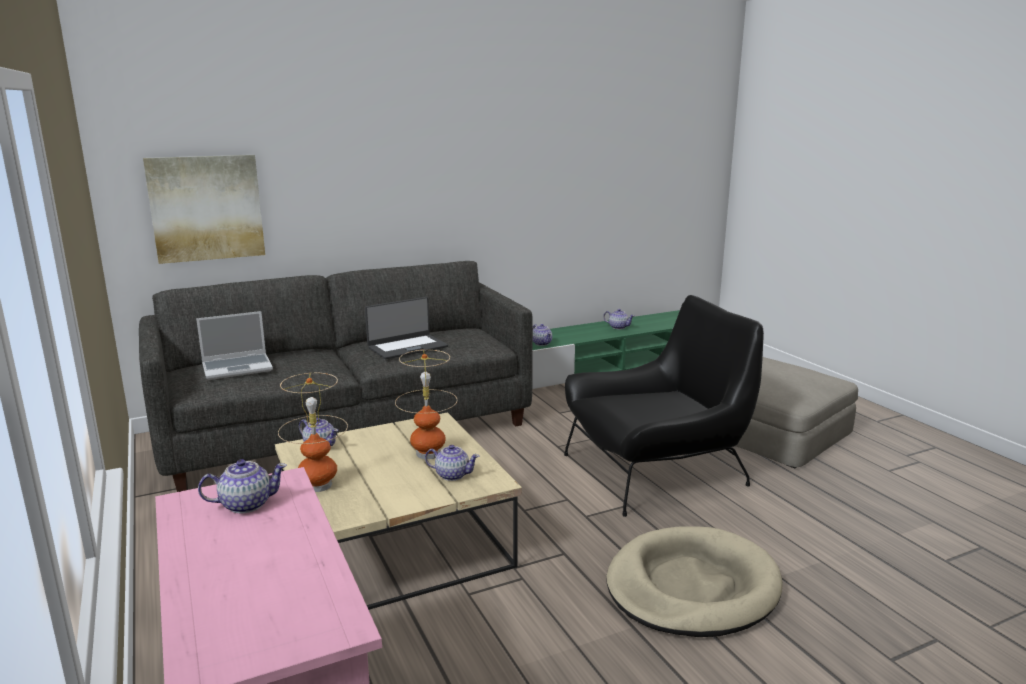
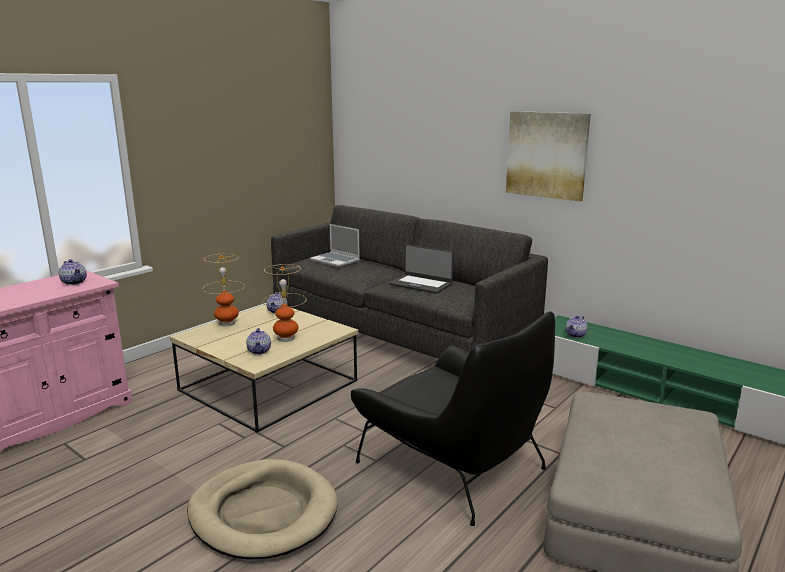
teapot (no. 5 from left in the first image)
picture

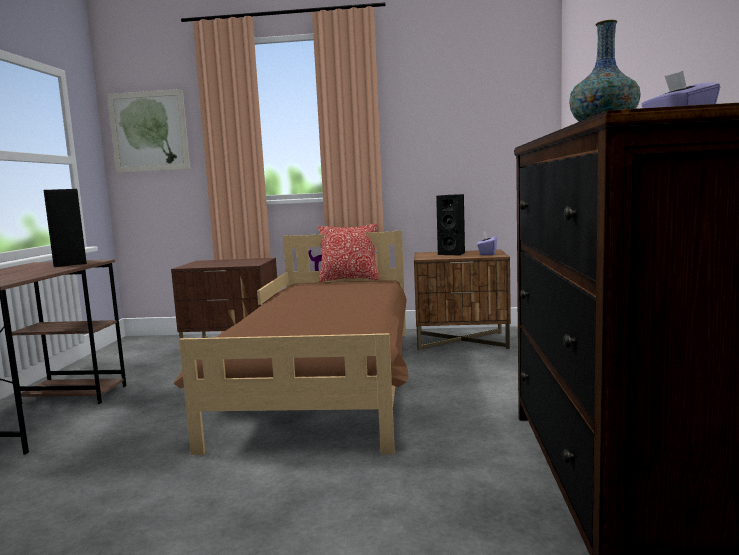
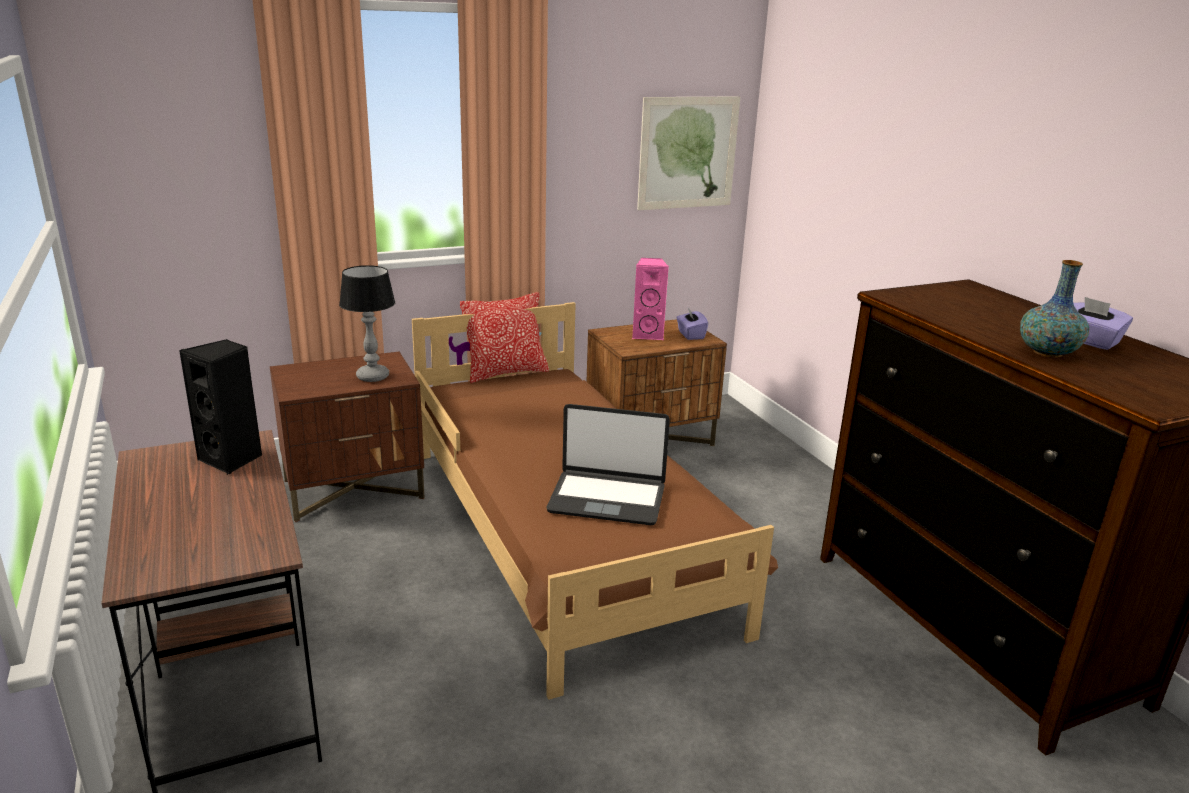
table lamp
laptop
picture
speaker (pink)

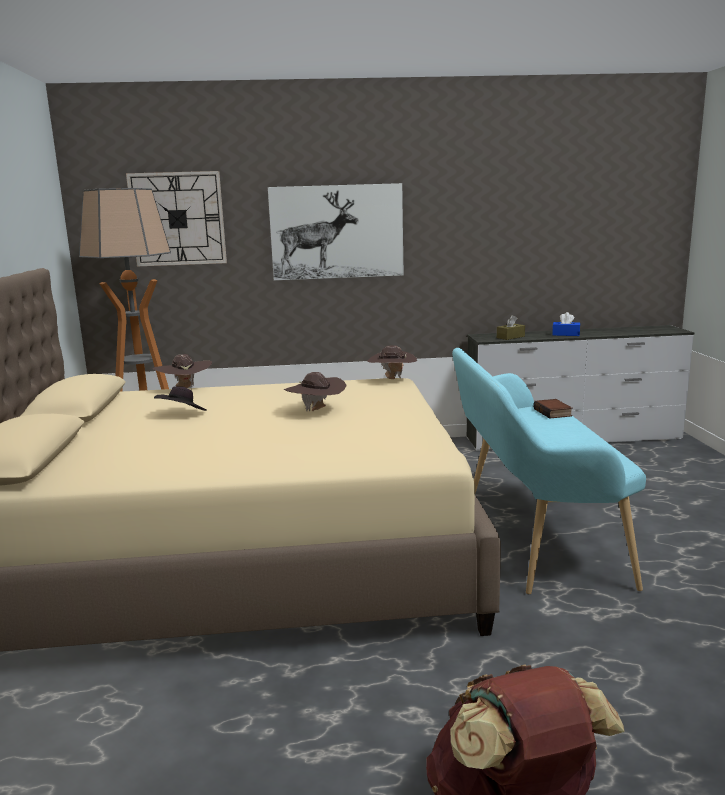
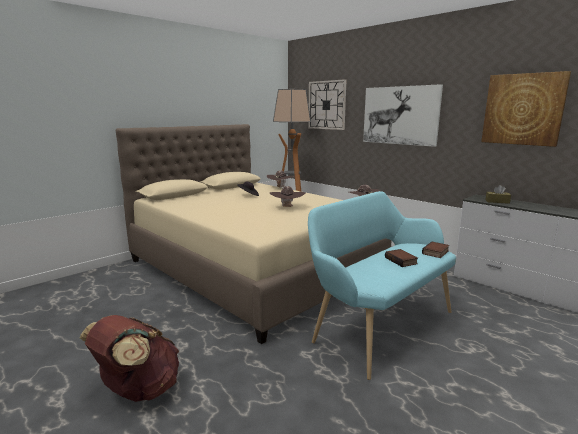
tissue box (blue)
book (no. 1 from left)
picture (no. 2 from left)

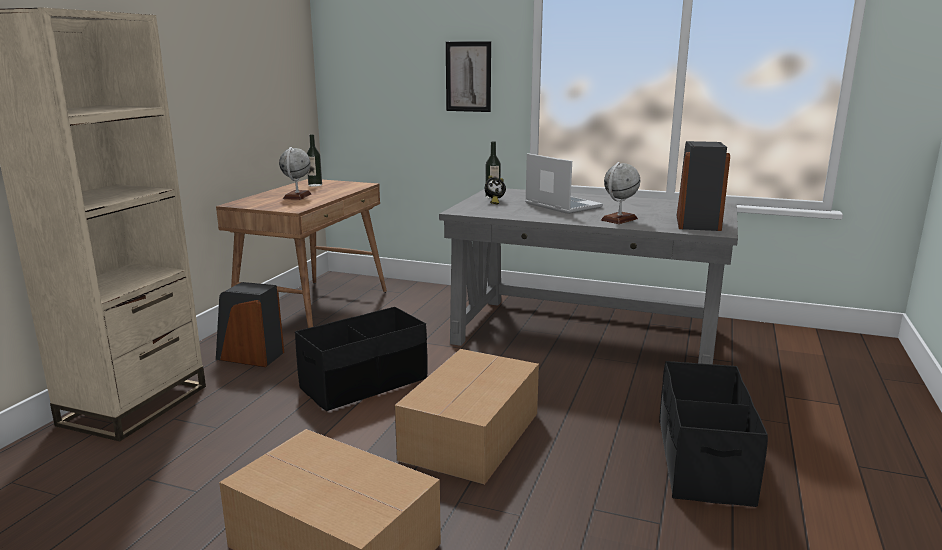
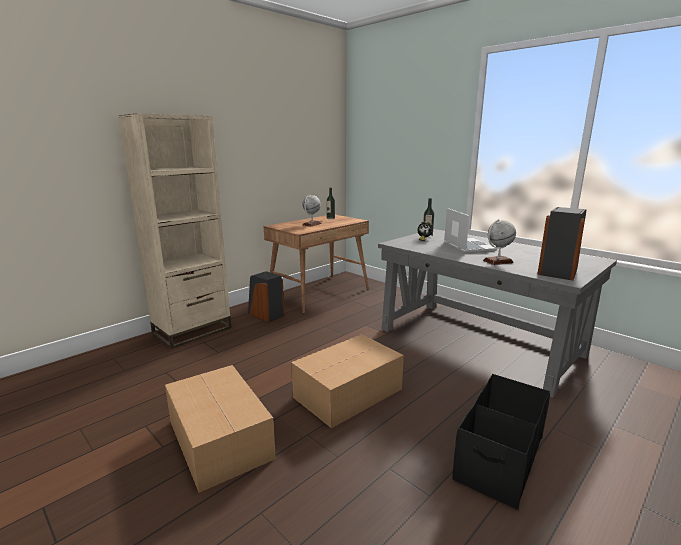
storage box (black) (no. 1 from left in the first image)
picture

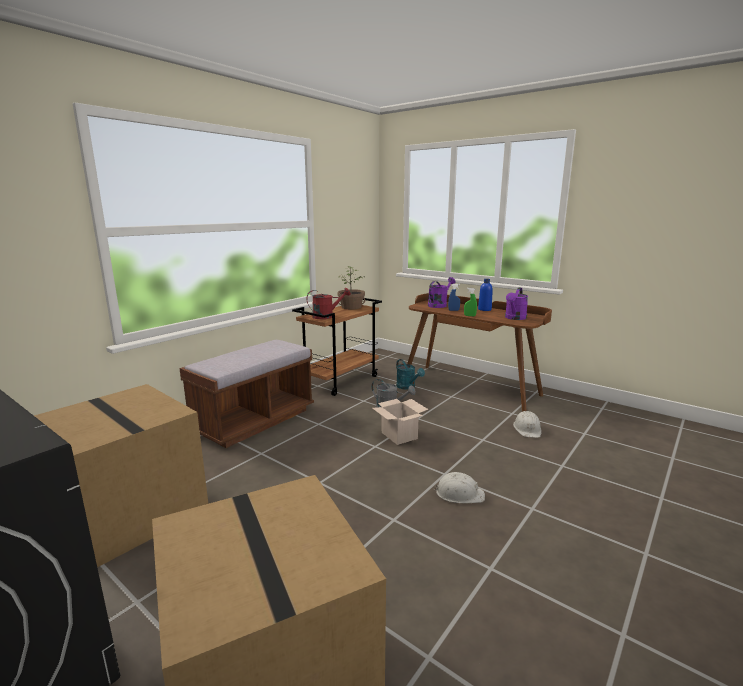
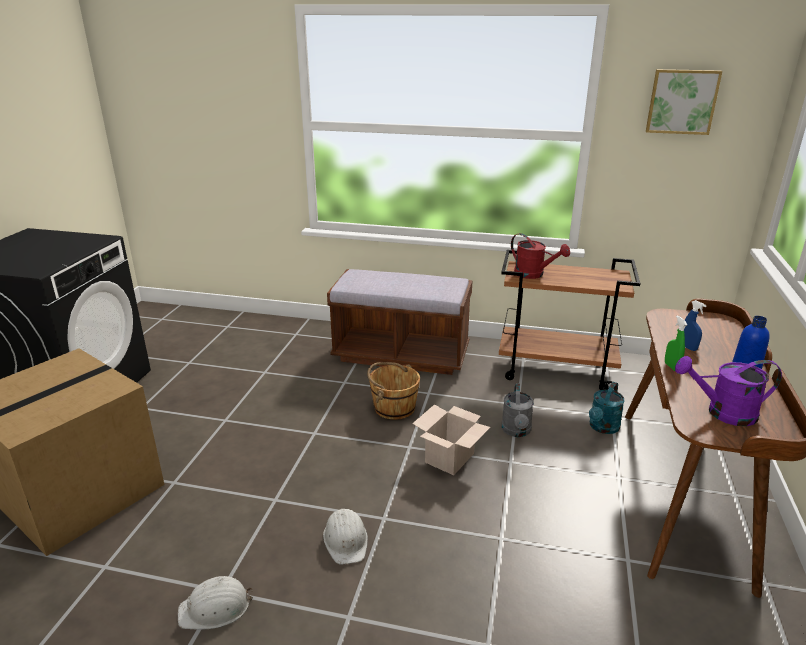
cardboard box (no. 1 from left in the first image)
potted plant
watering can (purple) (no. 1 from left in the first image)
bucket (brown)
picture
hard hat (white) (no. 1 from left)

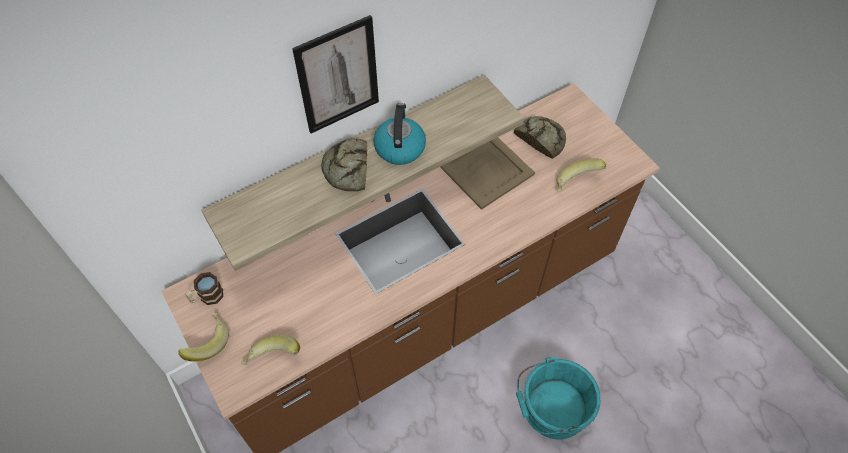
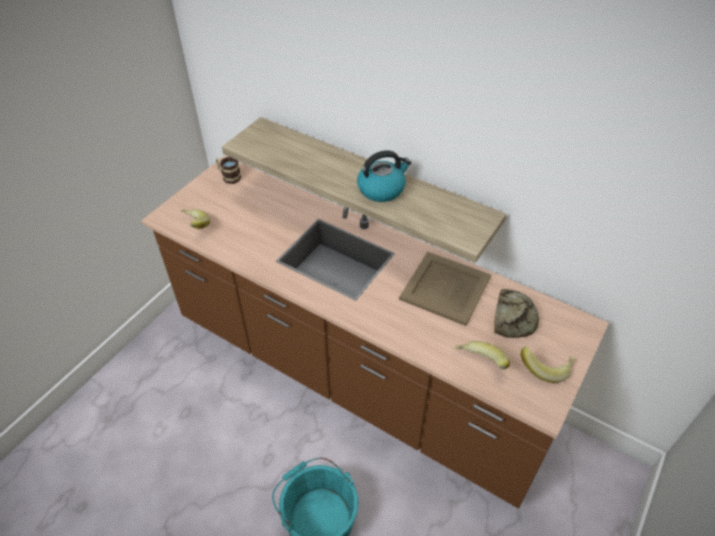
picture
bread (no. 1 from left in the first image)
banana (no. 3 from left)

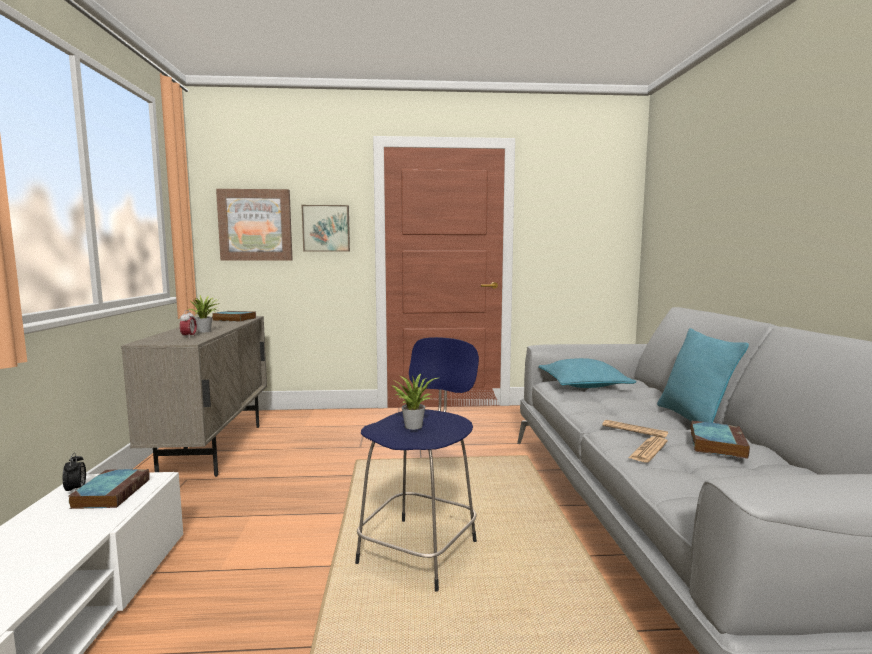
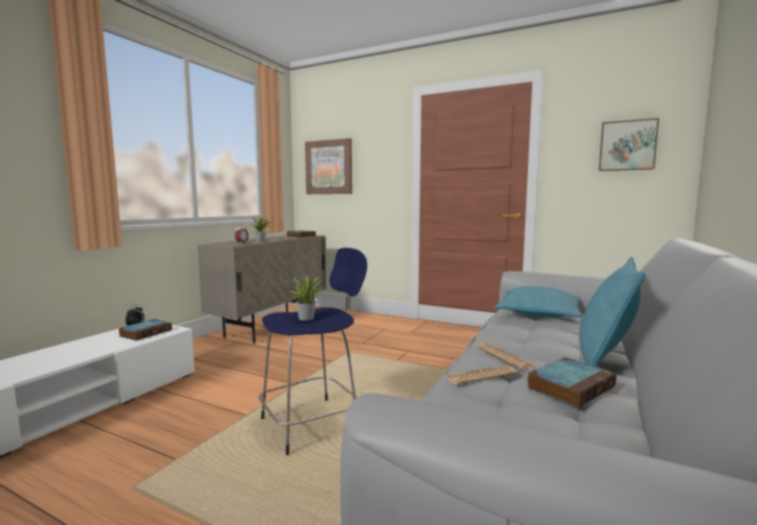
picture (no. 2 from left)

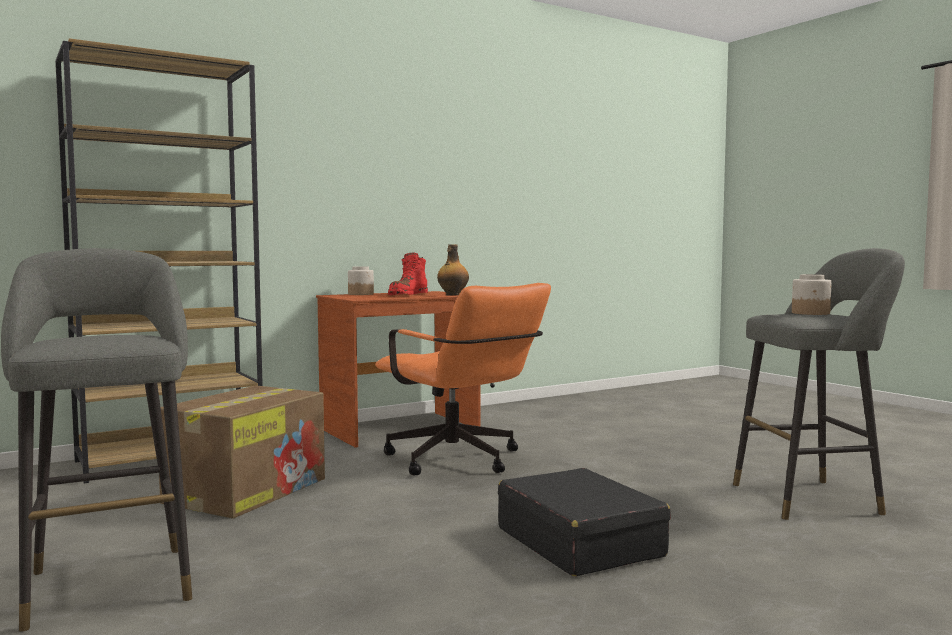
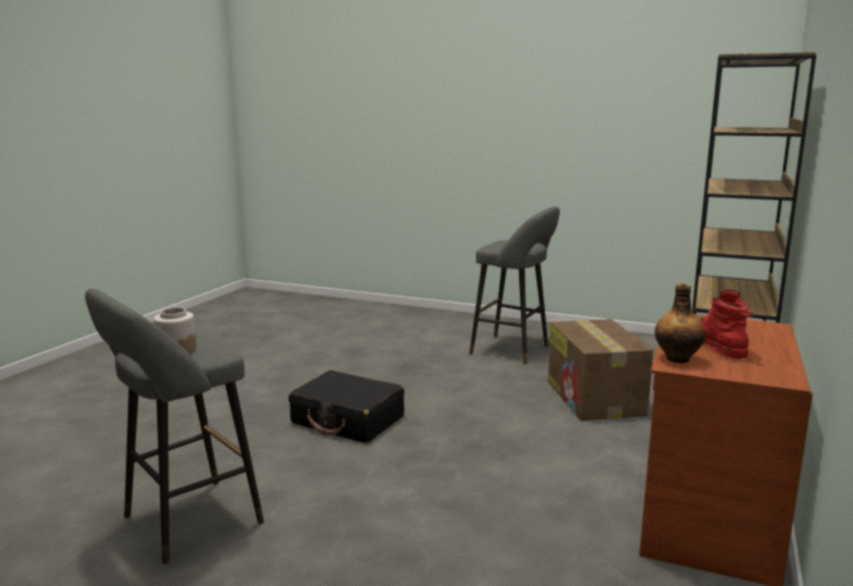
jar (no. 1 from left in the first image)
office chair (orange)

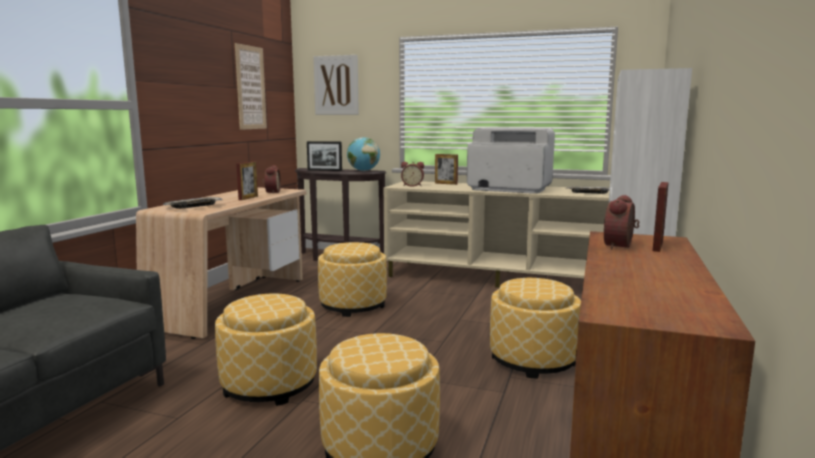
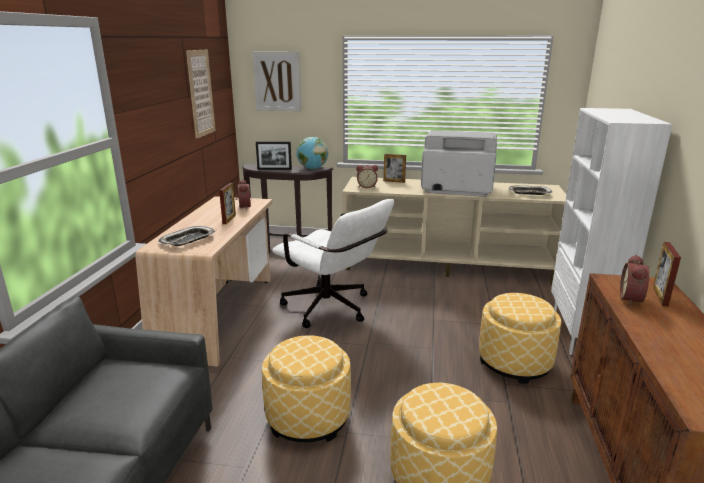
office chair (white)

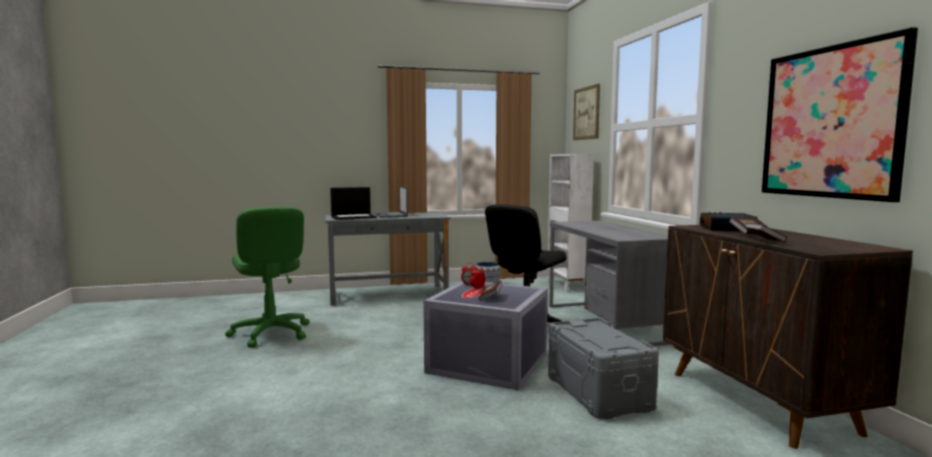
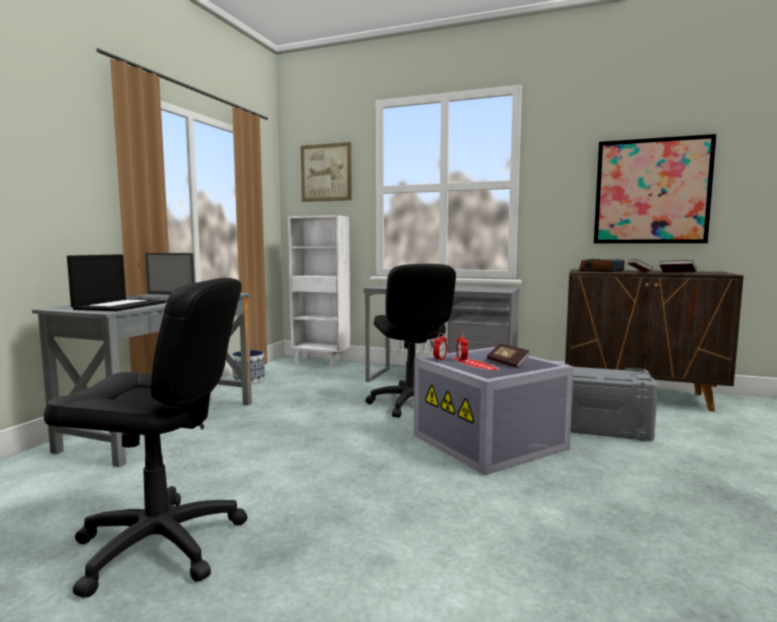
office chair (black) (no. 1 from left)

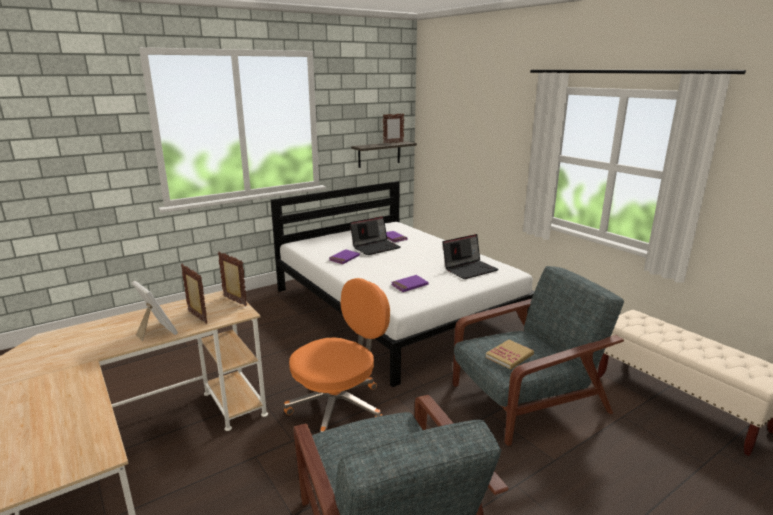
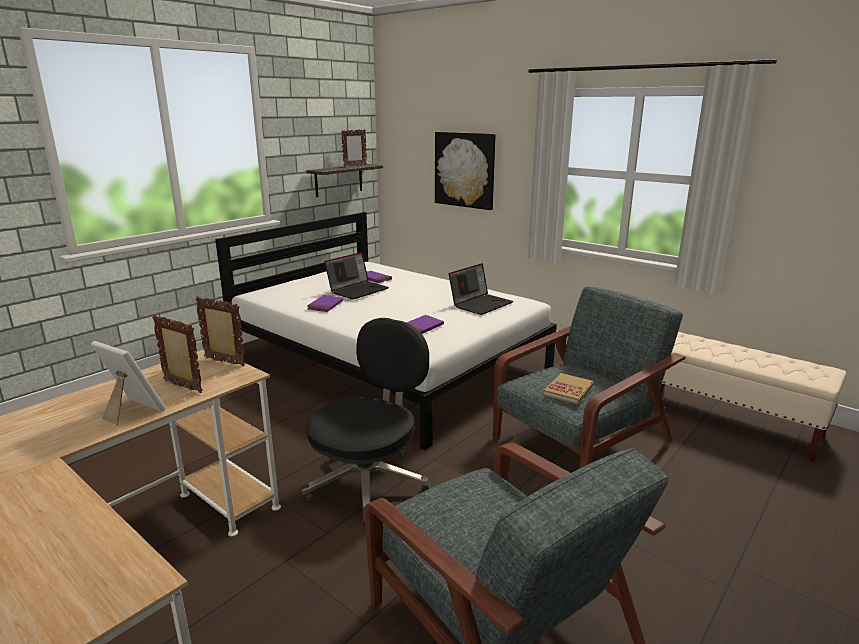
picture
office chair (black)

